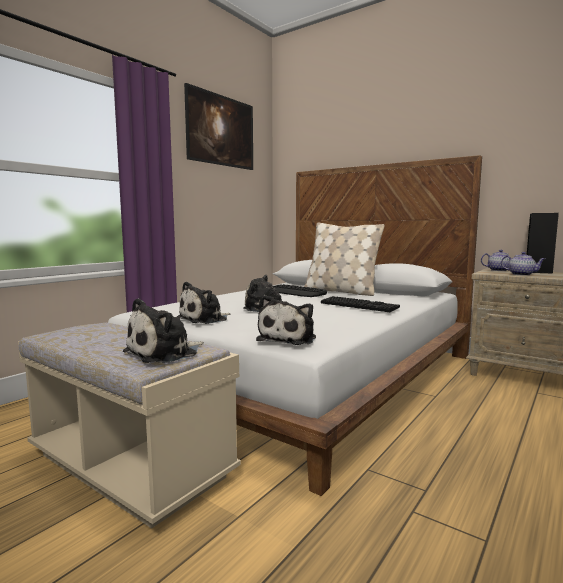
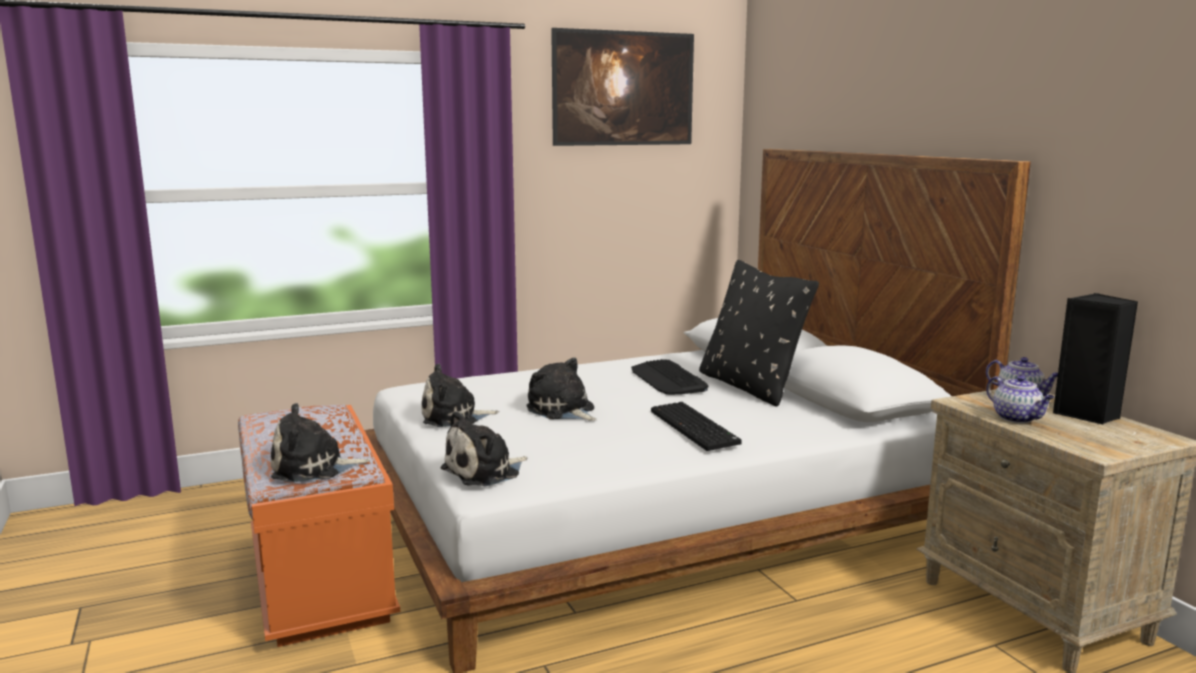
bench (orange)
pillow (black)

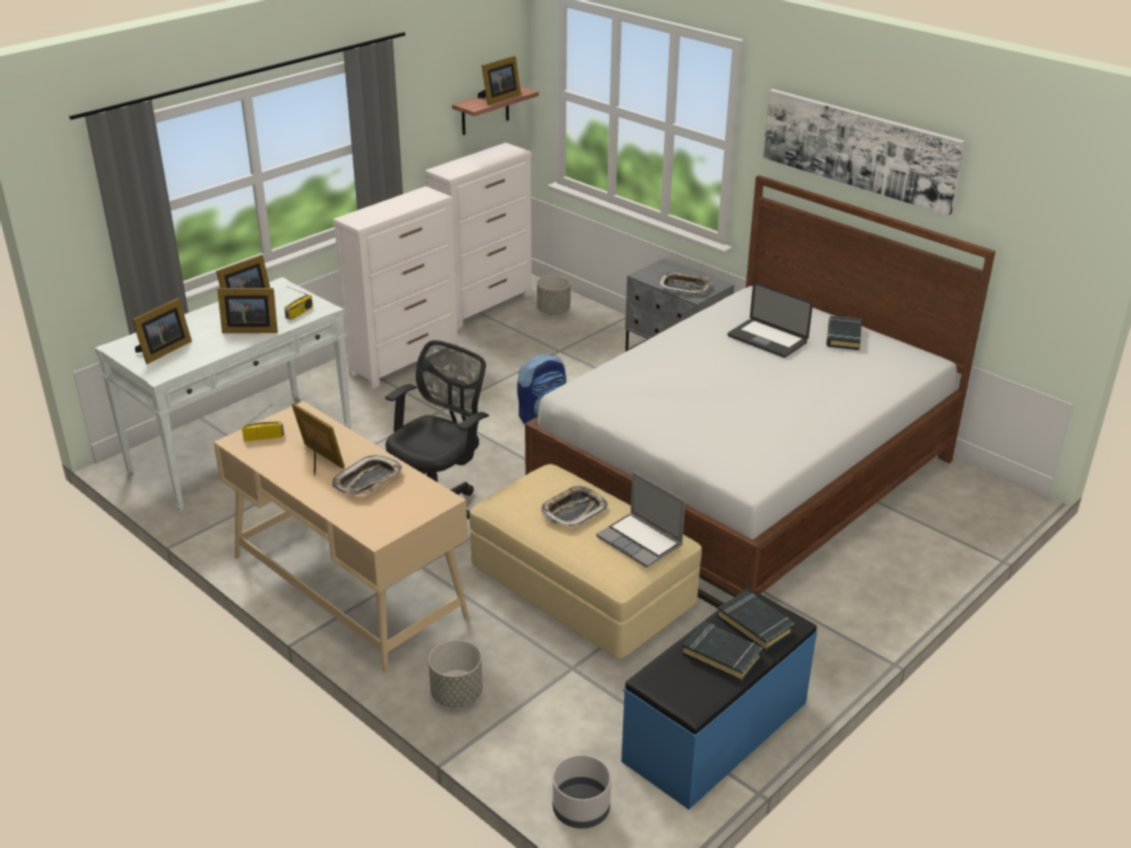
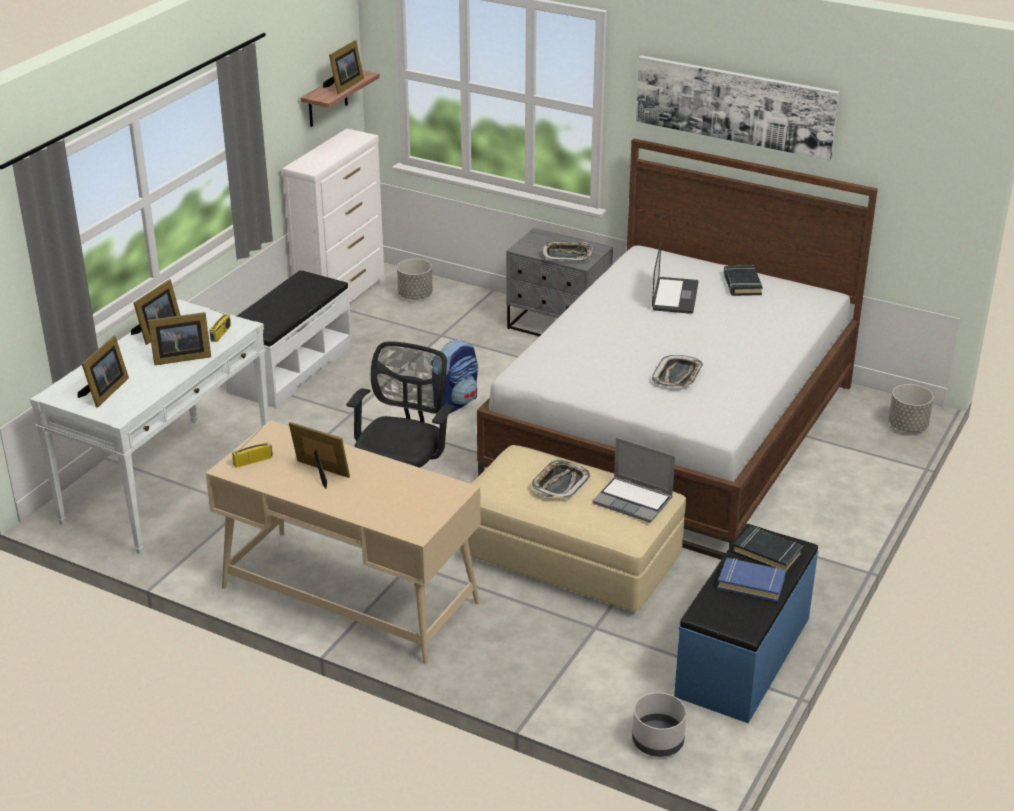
tray (no. 3 from left)
planter (grey) (no. 3 from left)
bench (white)
book (blue)
laptop (no. 2 from left)

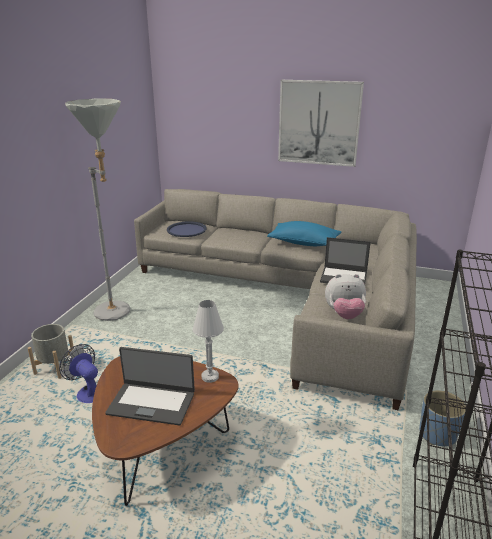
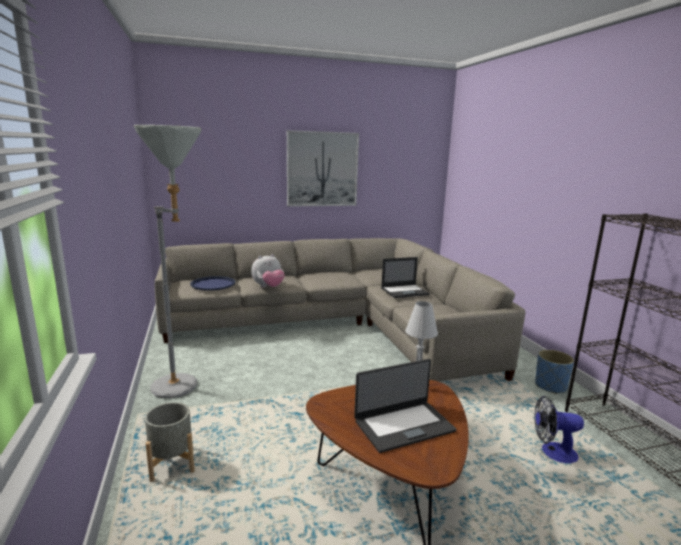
pillow (blue)
fan
plush toy

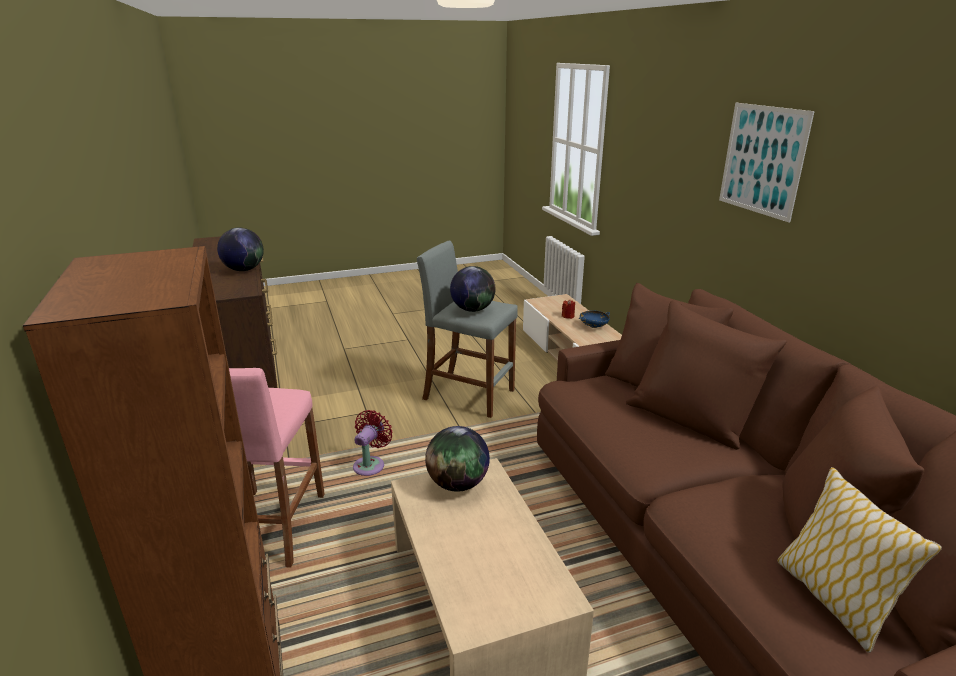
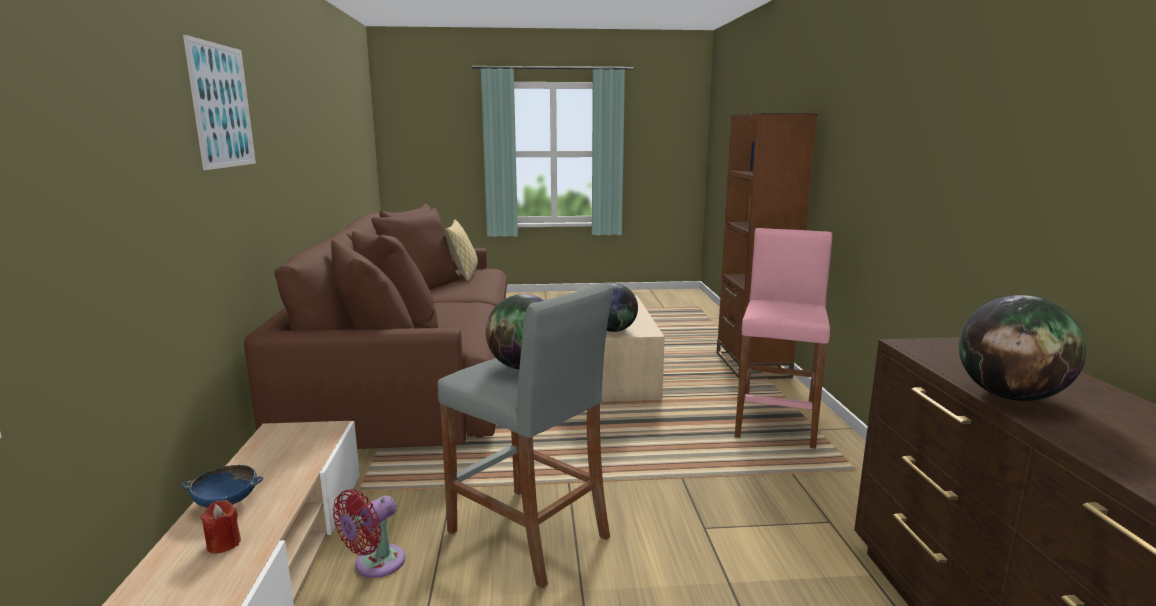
fan (red)

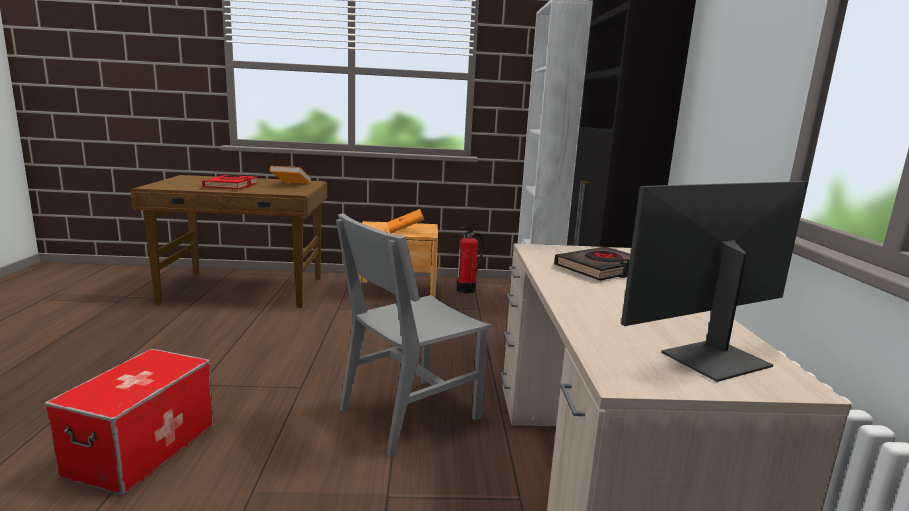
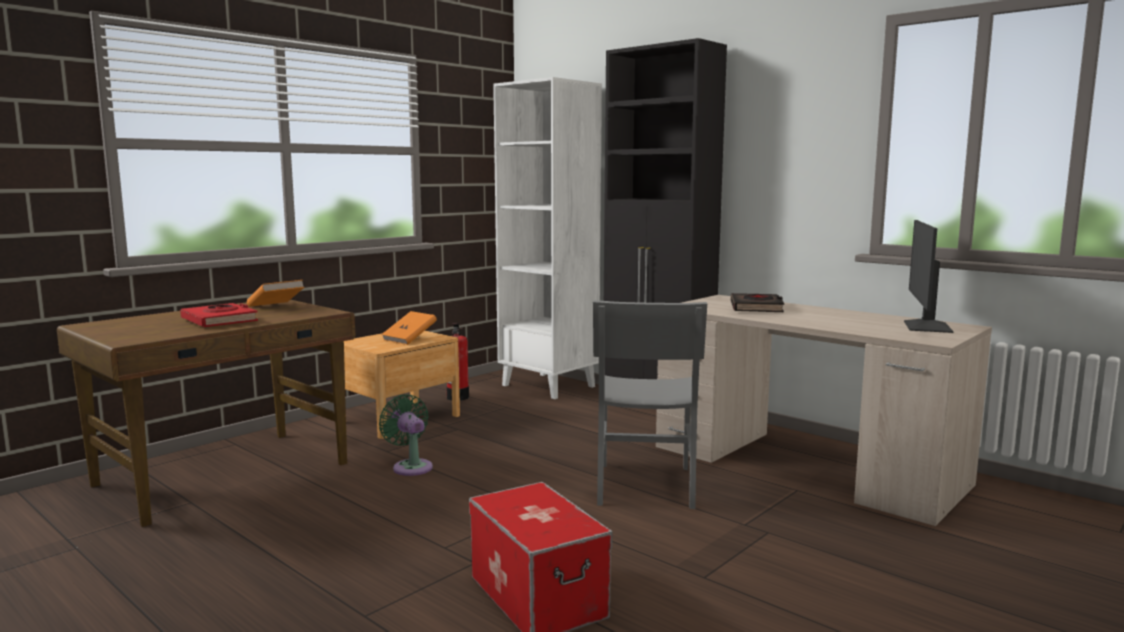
fan (green)

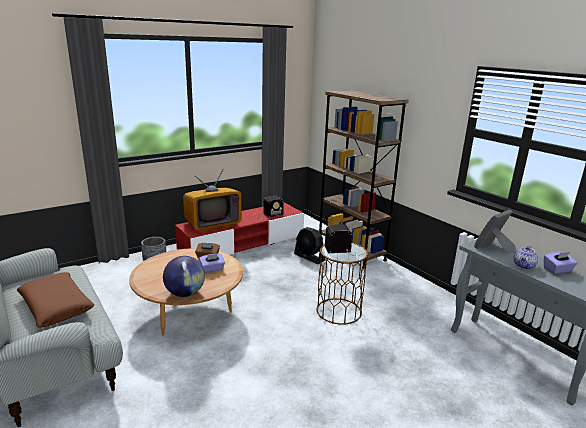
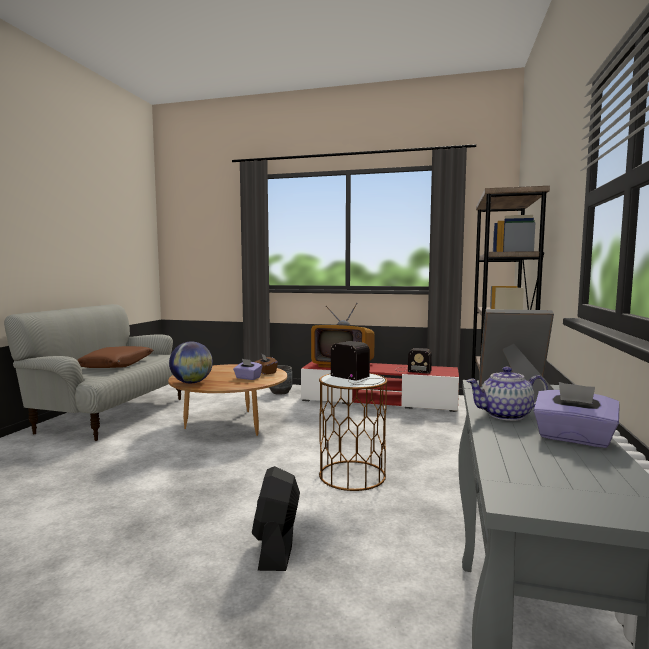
fan (black)

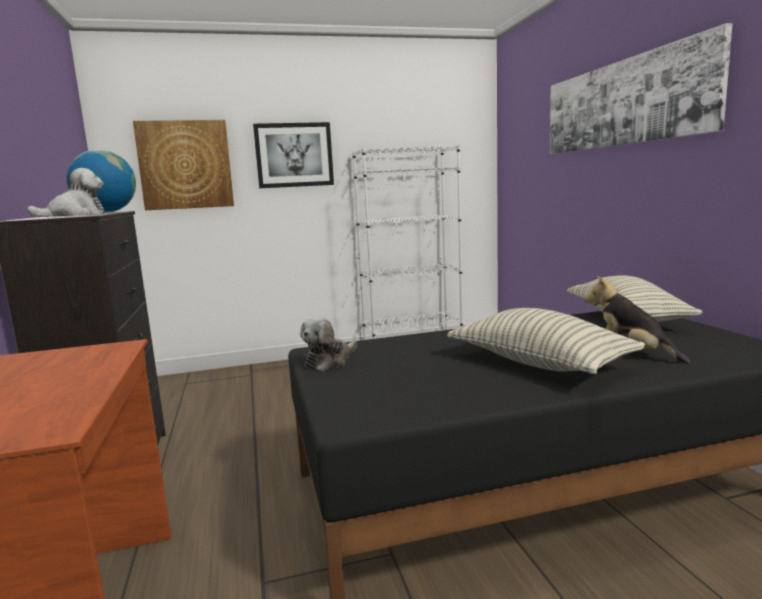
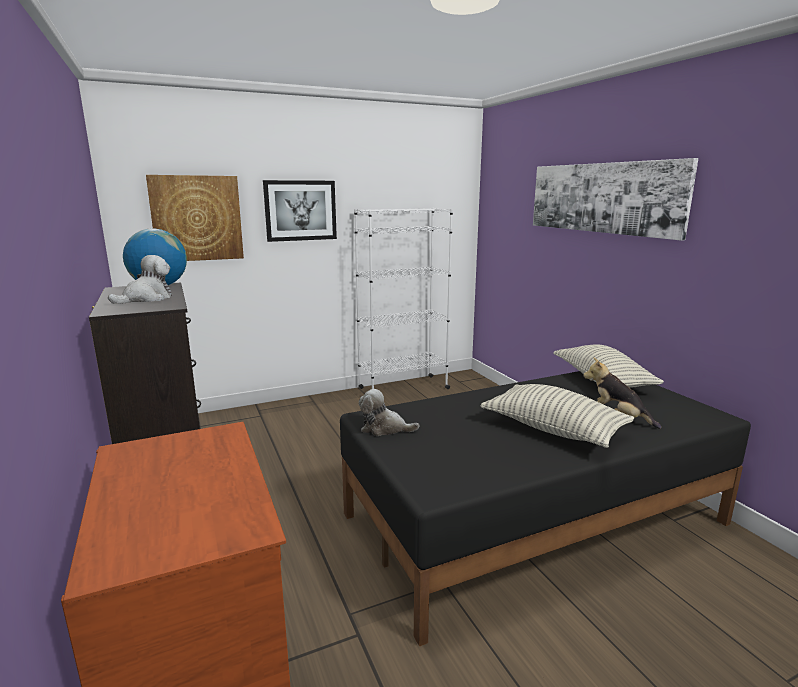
plush toy (no. 2 from left)

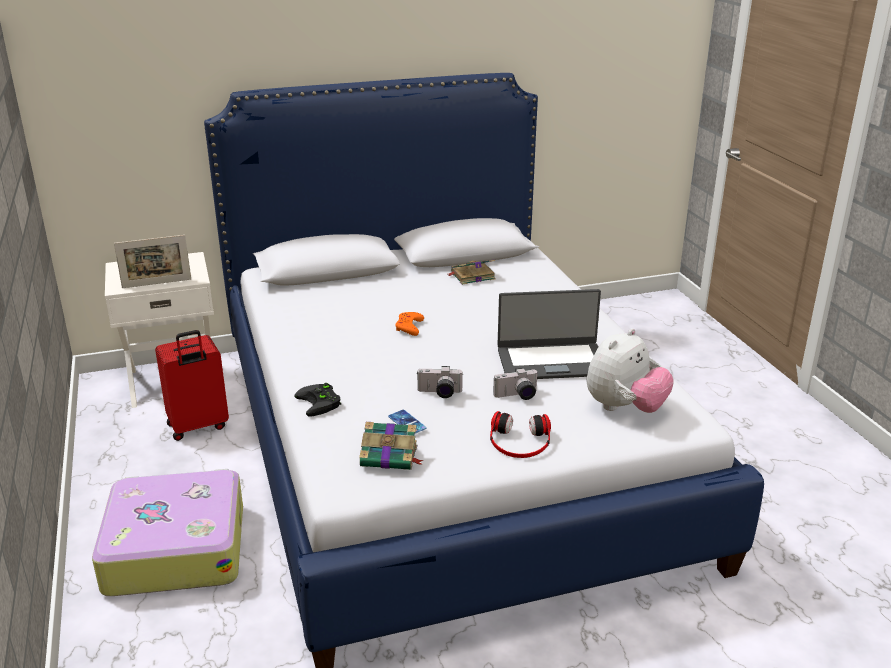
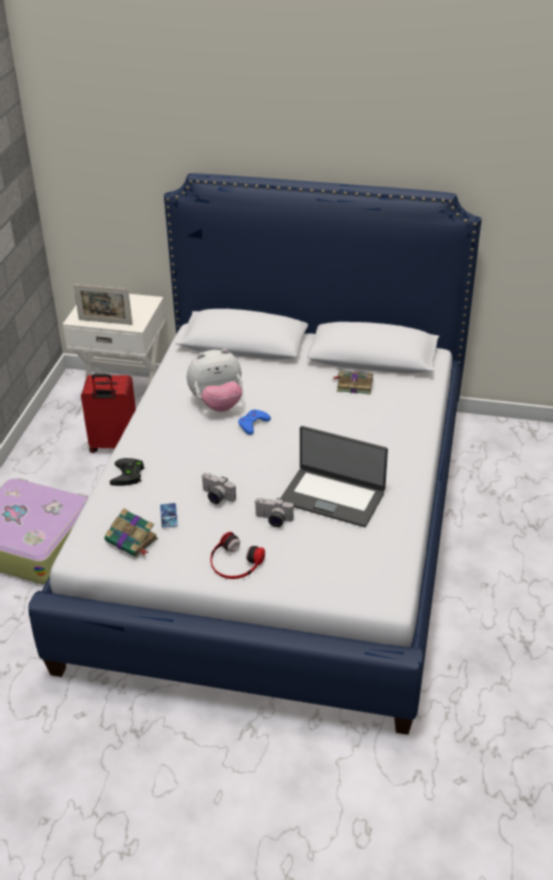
plush toy
game controller (blue)

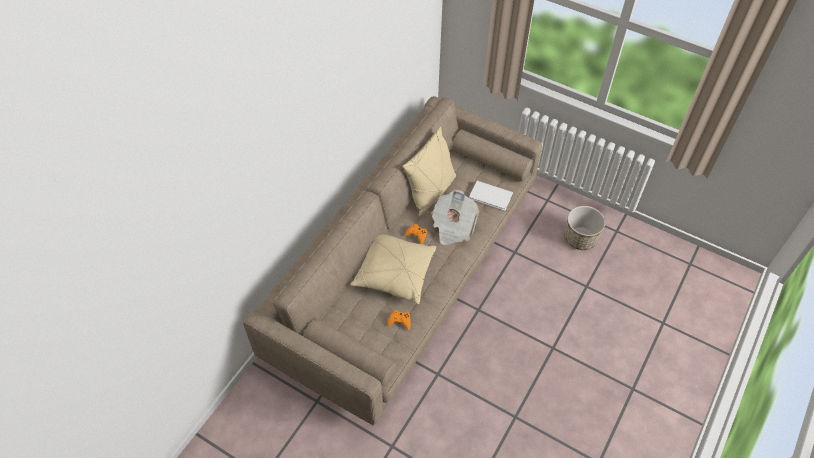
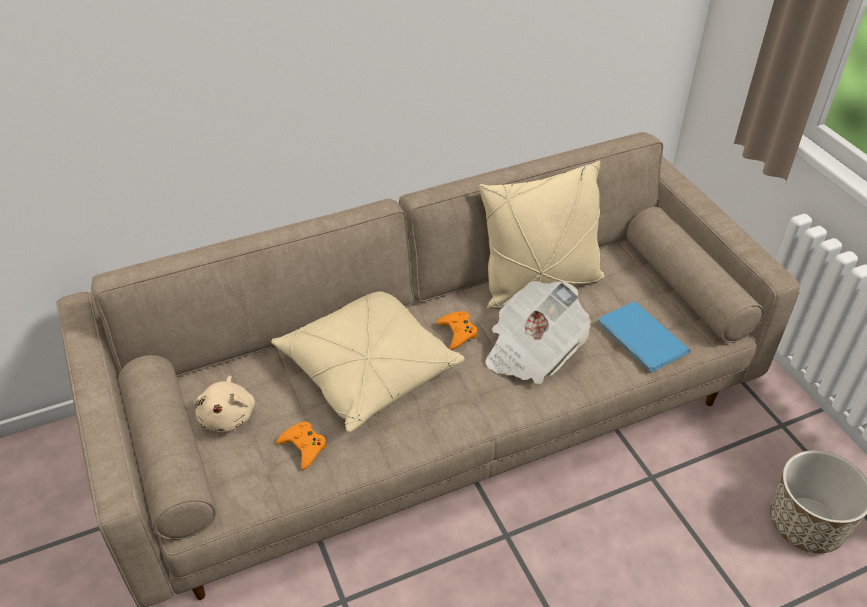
plush toy (beige)
book (blue)

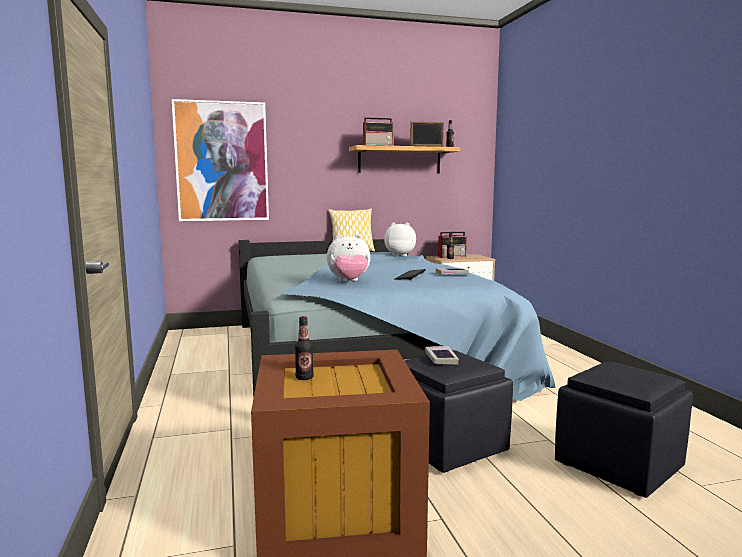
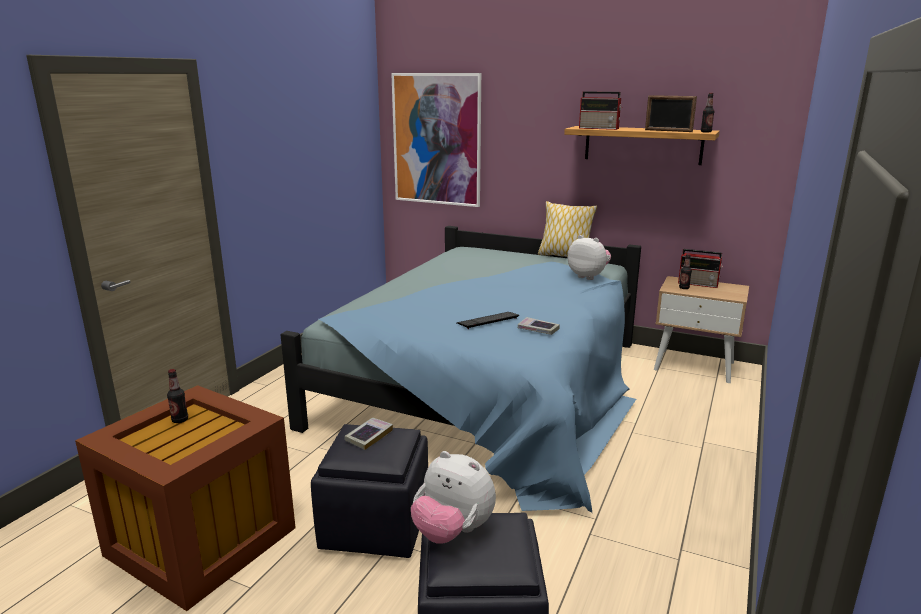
plush toy (no. 1 from left)

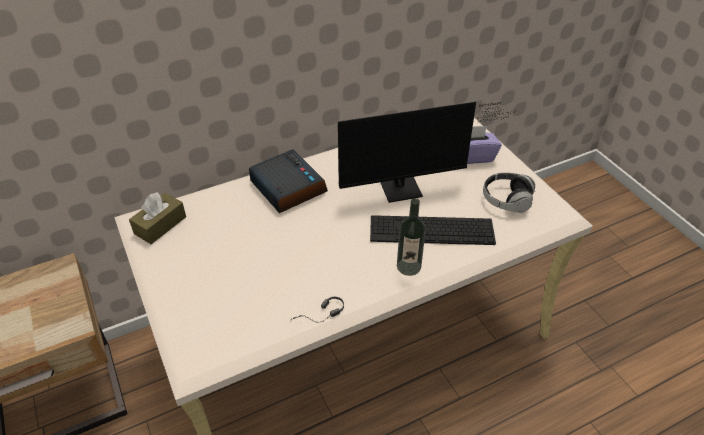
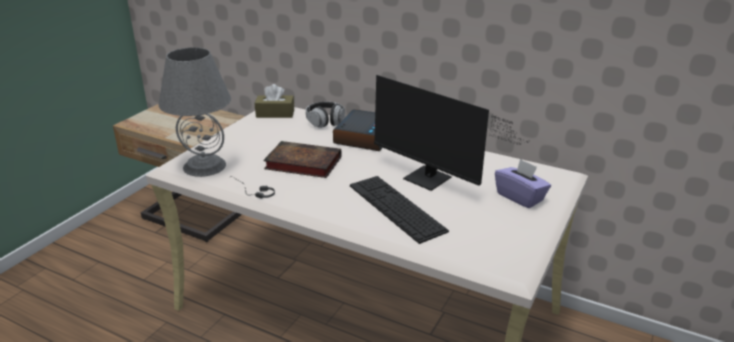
bottle
table lamp (grey)
book
headphones (no. 2 from left)

